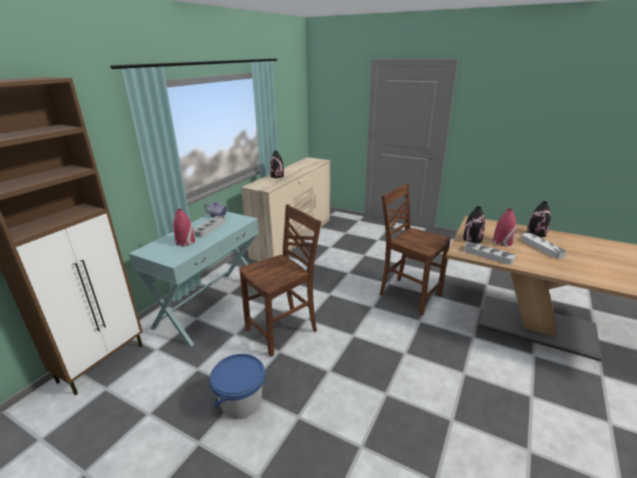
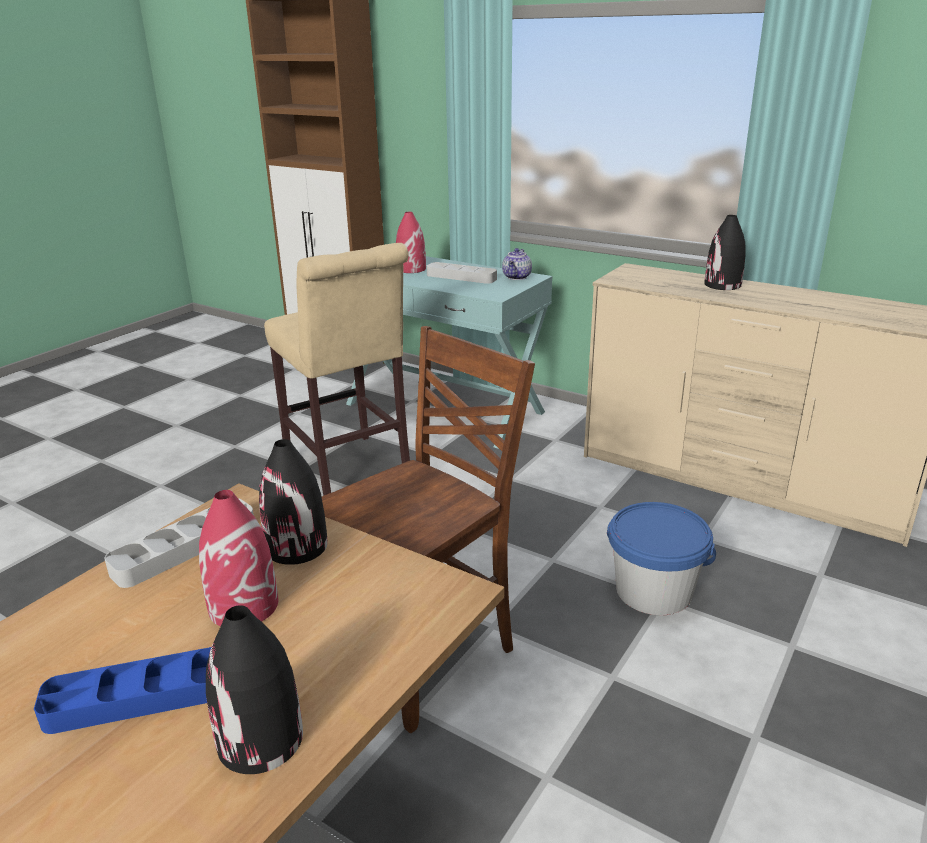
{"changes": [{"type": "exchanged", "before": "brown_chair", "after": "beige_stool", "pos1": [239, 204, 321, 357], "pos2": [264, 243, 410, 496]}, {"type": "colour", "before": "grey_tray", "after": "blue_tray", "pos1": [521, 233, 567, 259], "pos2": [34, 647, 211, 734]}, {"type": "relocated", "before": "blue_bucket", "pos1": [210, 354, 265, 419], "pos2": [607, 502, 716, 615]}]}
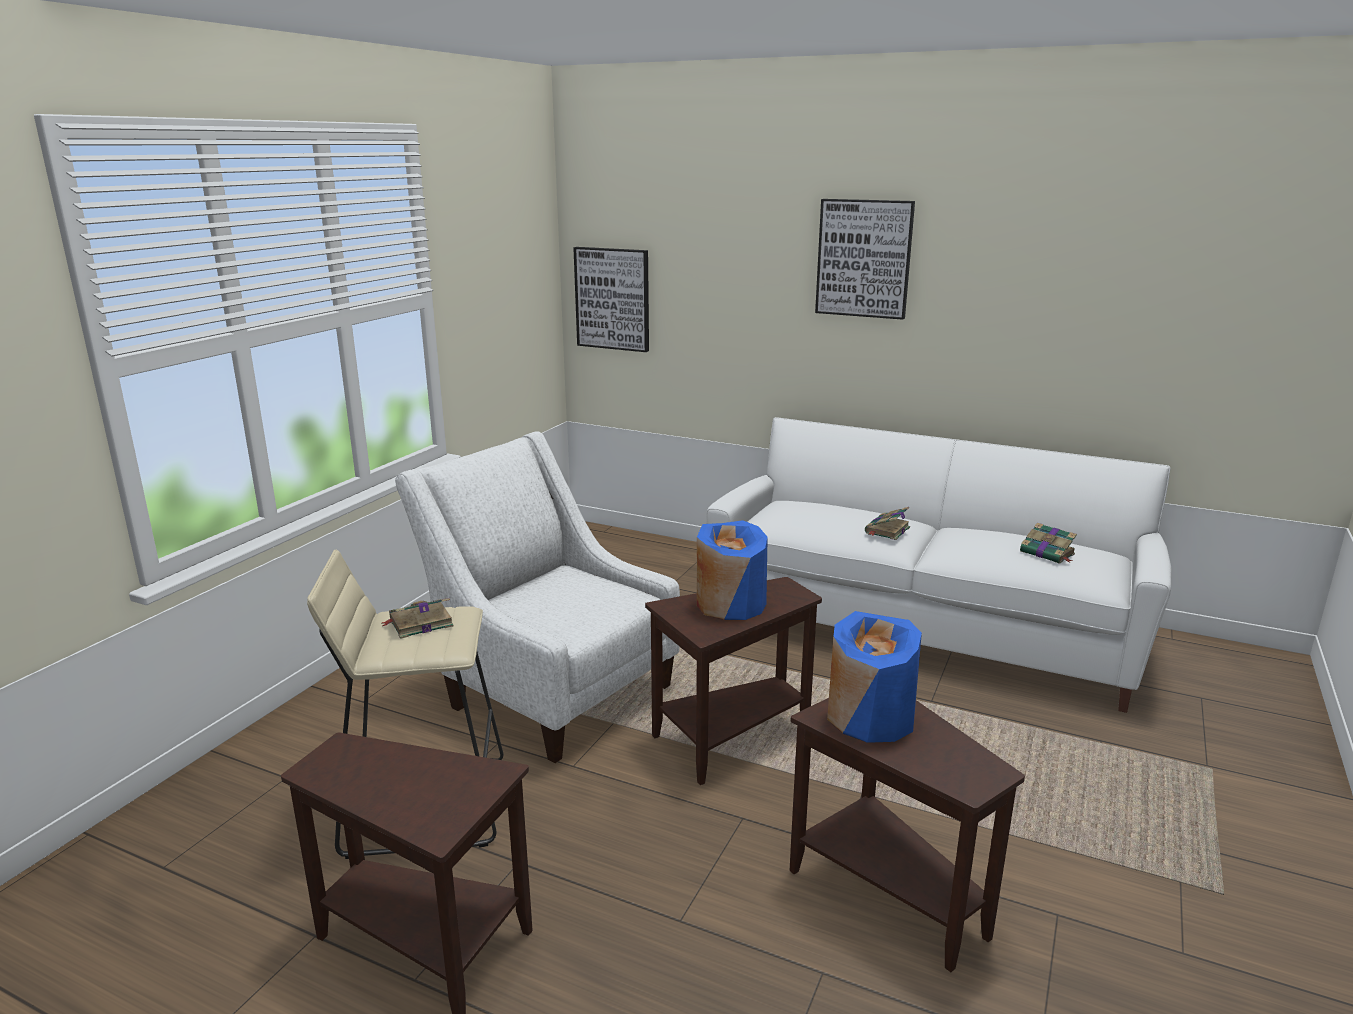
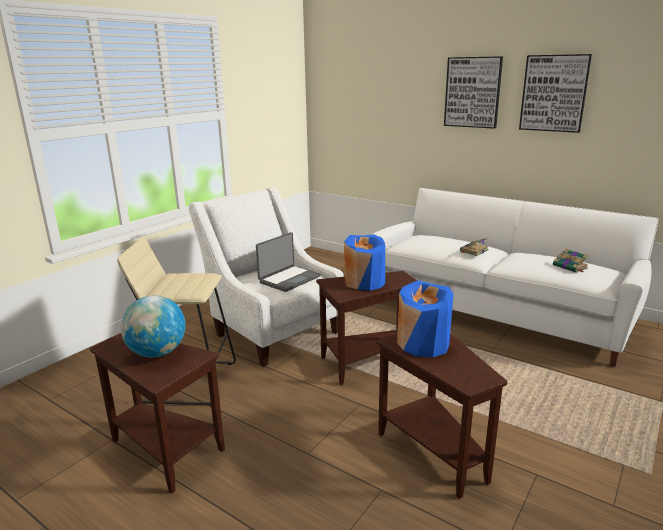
{"changes": [{"type": "relocated", "before": "picture", "pos1": [573, 247, 649, 352], "pos2": [519, 54, 592, 133]}, {"type": "missing", "before": "book", "pos1": [382, 598, 454, 639]}, {"type": "appeared", "after": "laptop", "pos2": [256, 232, 320, 292]}, {"type": "appeared", "after": "globe", "pos2": [121, 296, 186, 358]}]}
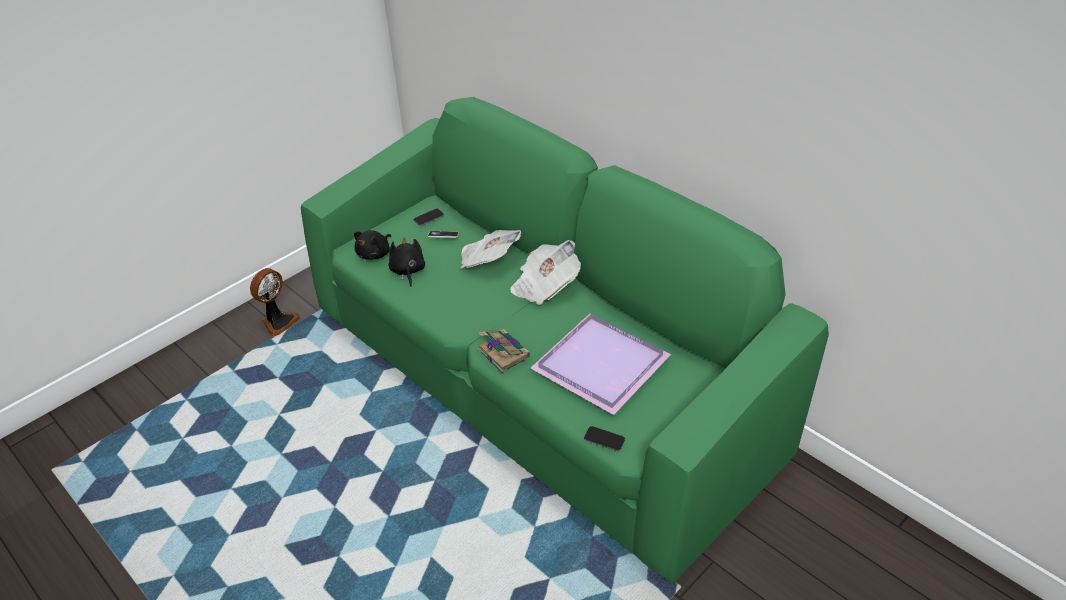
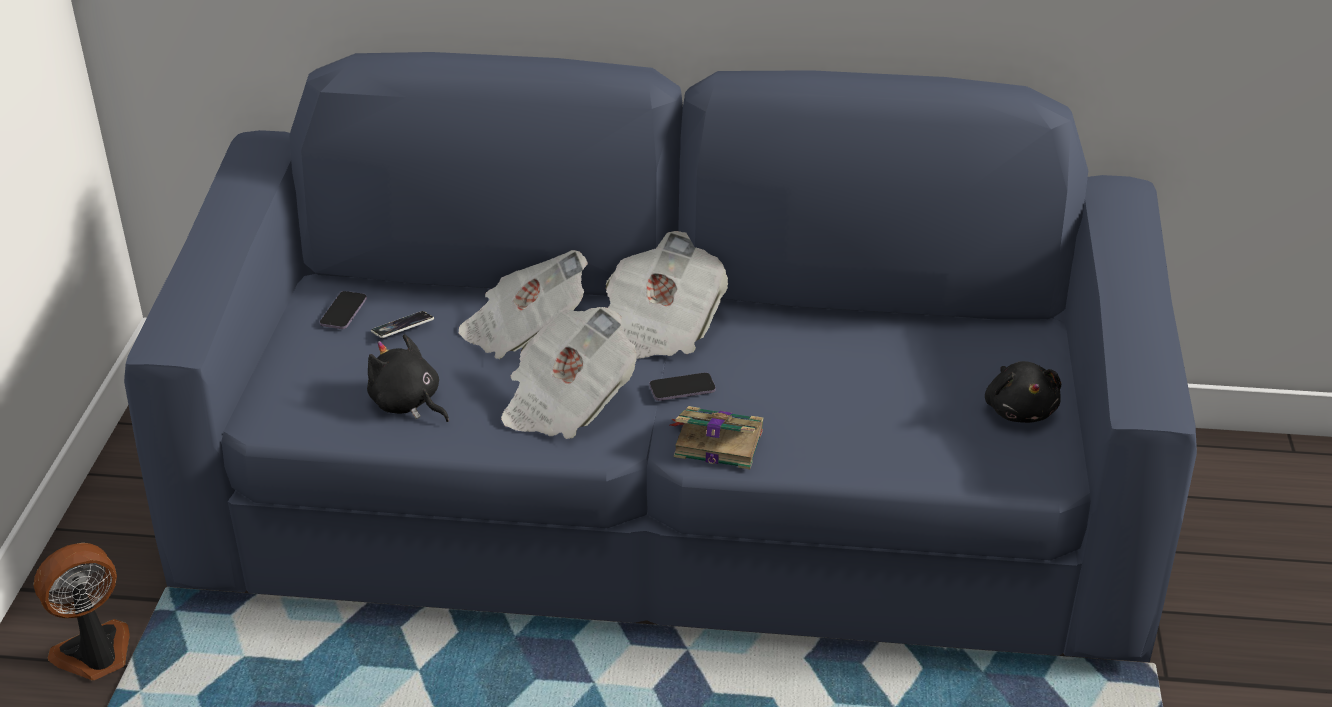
{"changes": [{"type": "colour", "before": "green_sofa", "after": "blue_sofa", "pos1": [301, 97, 829, 583], "pos2": [124, 52, 1197, 662]}, {"type": "relocated", "before": "black_plush_toy", "pos1": [354, 230, 391, 260], "pos2": [985, 361, 1061, 423]}, {"type": "spun", "before": "fan", "pos1": [250, 268, 300, 336], "pos2": [33, 543, 130, 680], "turn": -120}, {"type": "missing", "before": "purple_tray", "pos1": [530, 314, 671, 415]}, {"type": "relocated", "before": "phone", "pos1": [584, 426, 625, 451], "pos2": [649, 372, 716, 401]}, {"type": "appeared", "after": "newspaper", "pos2": [501, 307, 637, 439]}]}
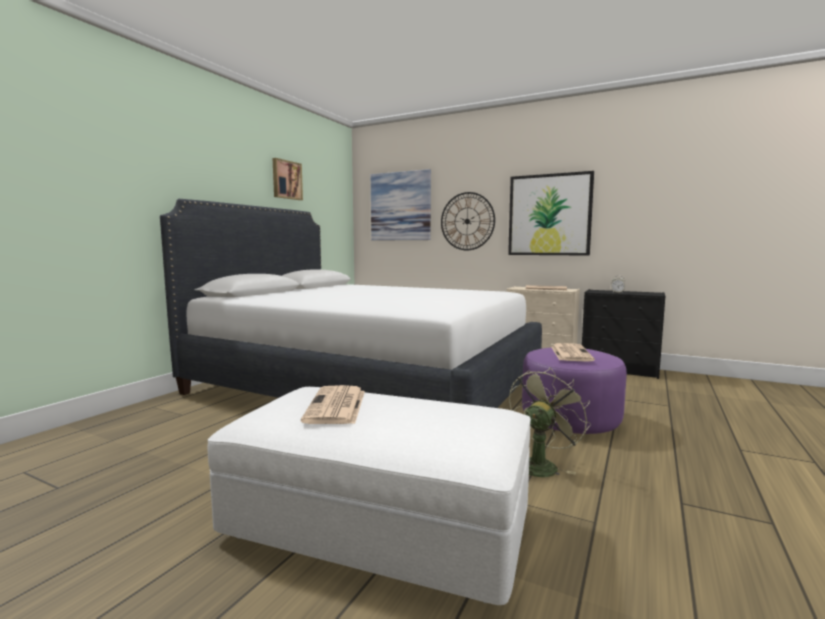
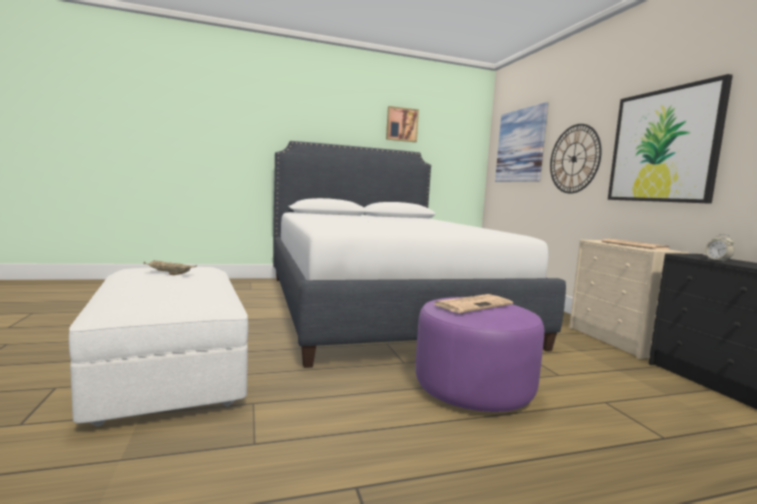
{"changes": [{"type": "missing", "before": "green_fan", "pos1": [509, 368, 591, 477]}, {"type": "exchanged", "before": "newspaper", "after": "beige_tray", "pos1": [301, 385, 365, 424], "pos2": [143, 260, 197, 275]}]}
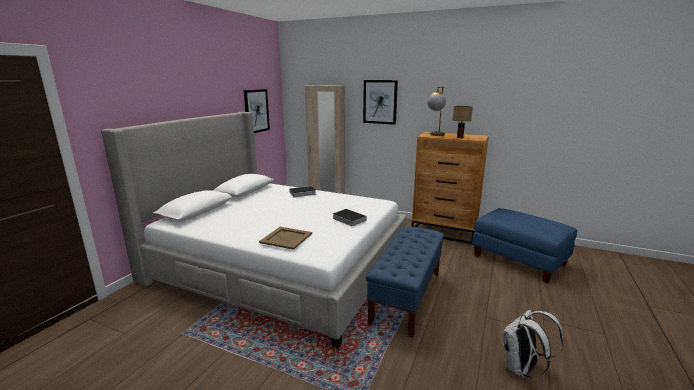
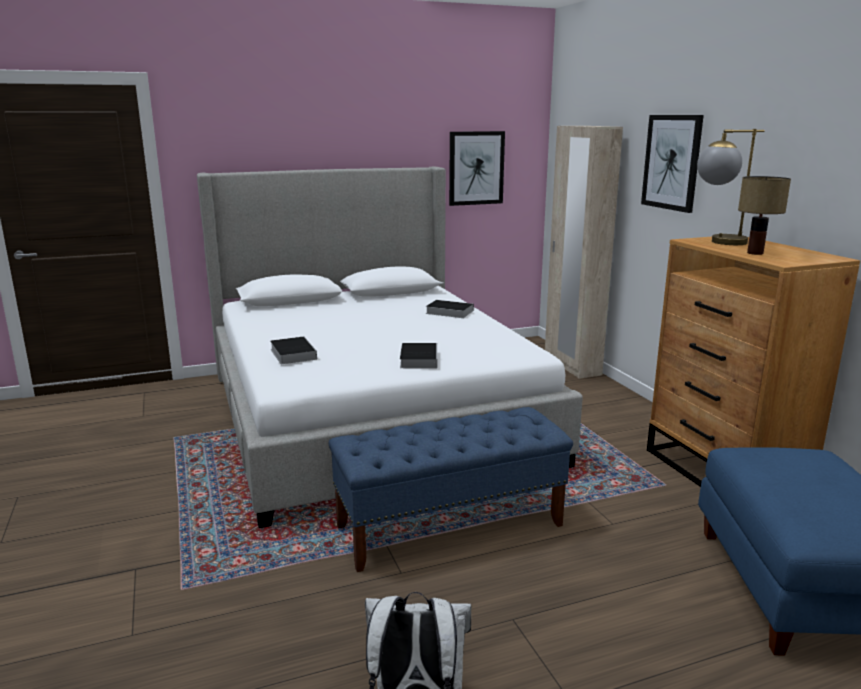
{"changes": [{"type": "exchanged", "before": "beige_tray", "after": "book", "pos1": [259, 227, 312, 250], "pos2": [270, 337, 317, 364]}]}
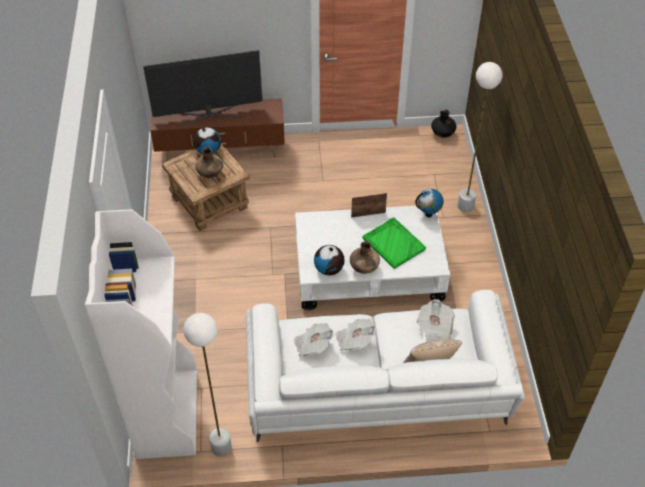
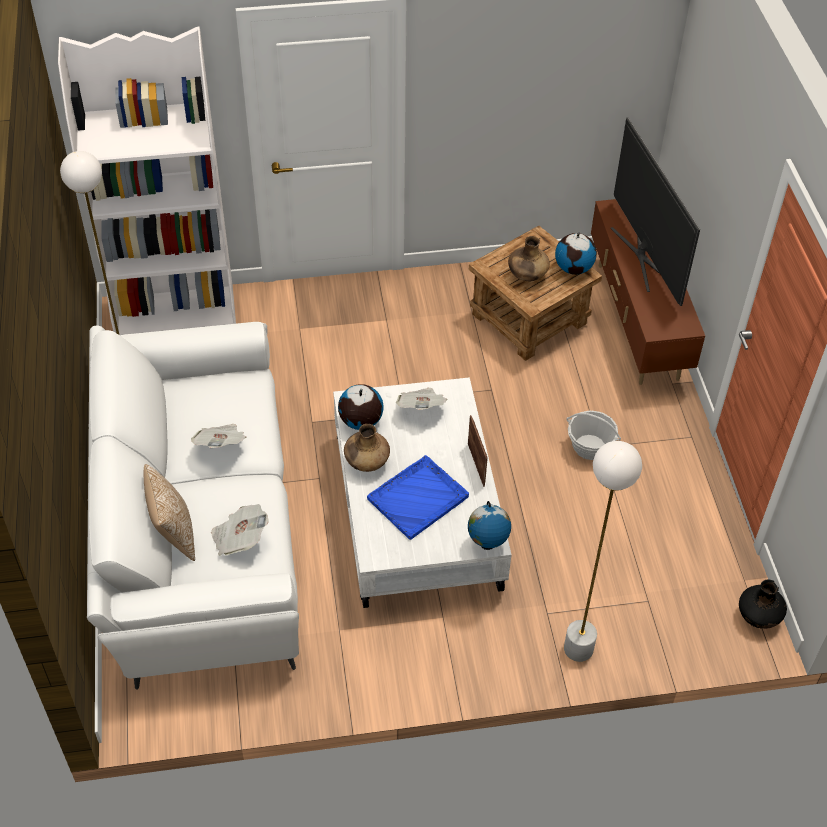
{"changes": [{"type": "colour", "before": "green_tray", "after": "blue_tray", "pos1": [362, 218, 426, 269], "pos2": [367, 455, 469, 540]}, {"type": "relocated", "before": "newspaper", "pos1": [294, 323, 334, 356], "pos2": [396, 388, 448, 410]}, {"type": "appeared", "after": "basket", "pos2": [567, 410, 621, 460]}]}
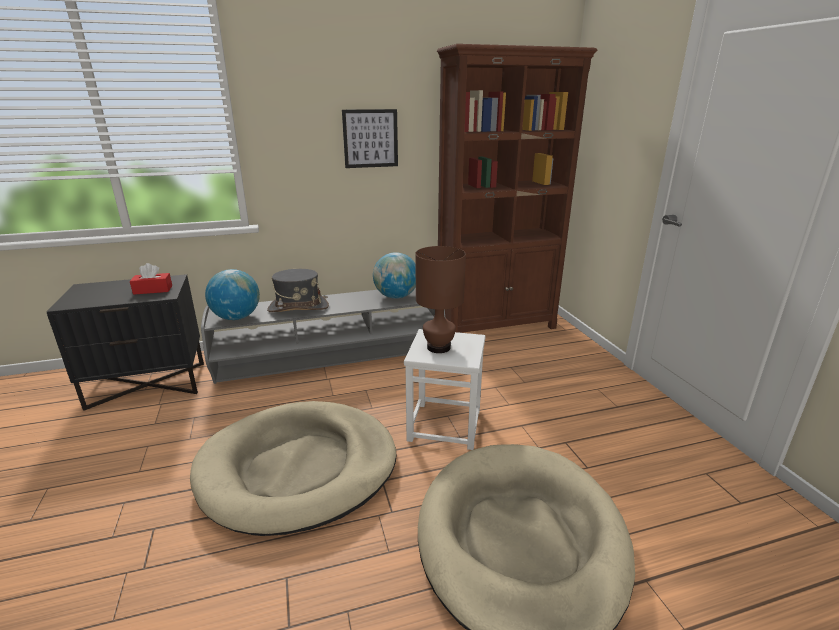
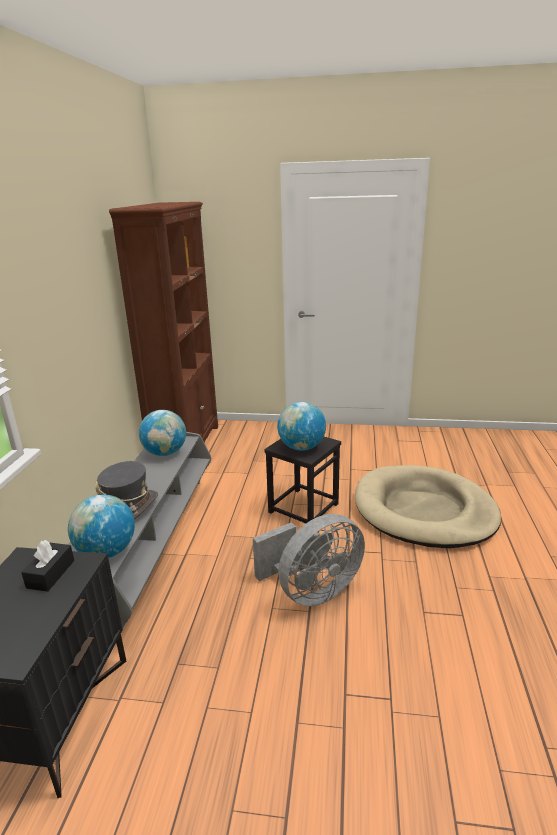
{"changes": [{"type": "missing", "before": "picture", "pos1": [342, 109, 398, 168]}, {"type": "exchanged", "before": "brown_table_lamp", "after": "globe", "pos1": [415, 246, 466, 353], "pos2": [277, 402, 326, 451]}, {"type": "colour", "before": "red_tissue_box", "after": "black_tissue_box", "pos1": [130, 263, 172, 295], "pos2": [21, 540, 74, 592]}, {"type": "colour", "before": "white_stool", "after": "black_stool", "pos1": [404, 329, 486, 450], "pos2": [264, 437, 341, 523]}, {"type": "exchanged", "before": "beige_dog_bed", "after": "grey_fan", "pos1": [190, 401, 397, 536], "pos2": [253, 514, 365, 606]}]}
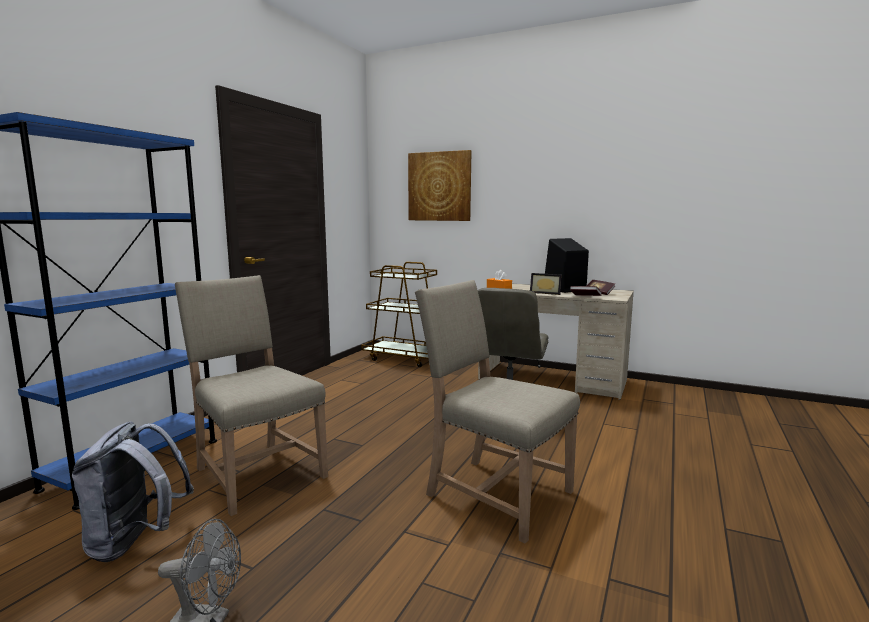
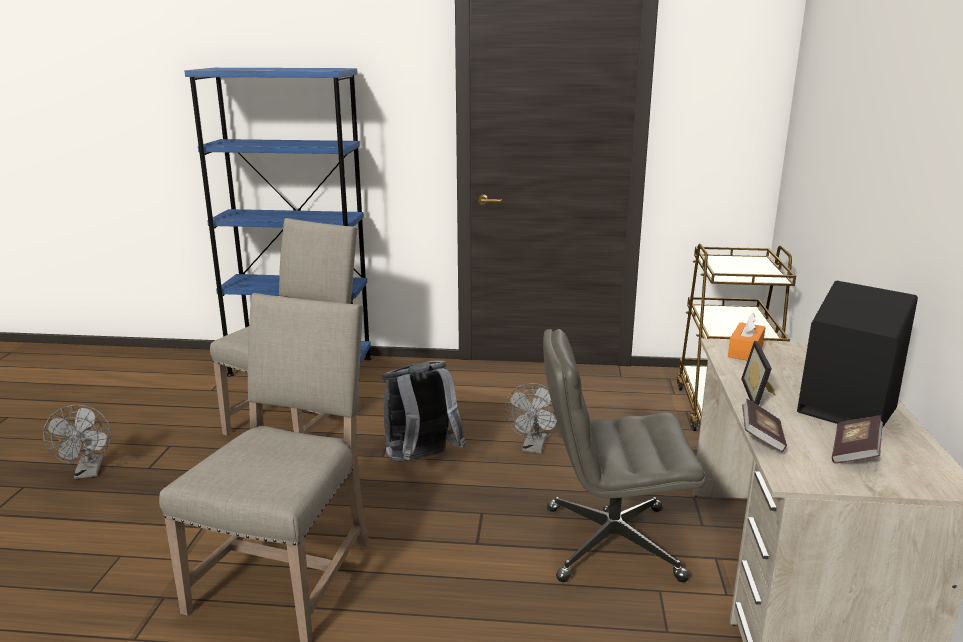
{"changes": [{"type": "missing", "before": "picture", "pos1": [408, 150, 471, 221]}, {"type": "relocated", "before": "grey_backpack", "pos1": [72, 422, 194, 562], "pos2": [382, 361, 466, 462]}, {"type": "appeared", "after": "grey_fan", "pos2": [505, 383, 558, 454]}]}
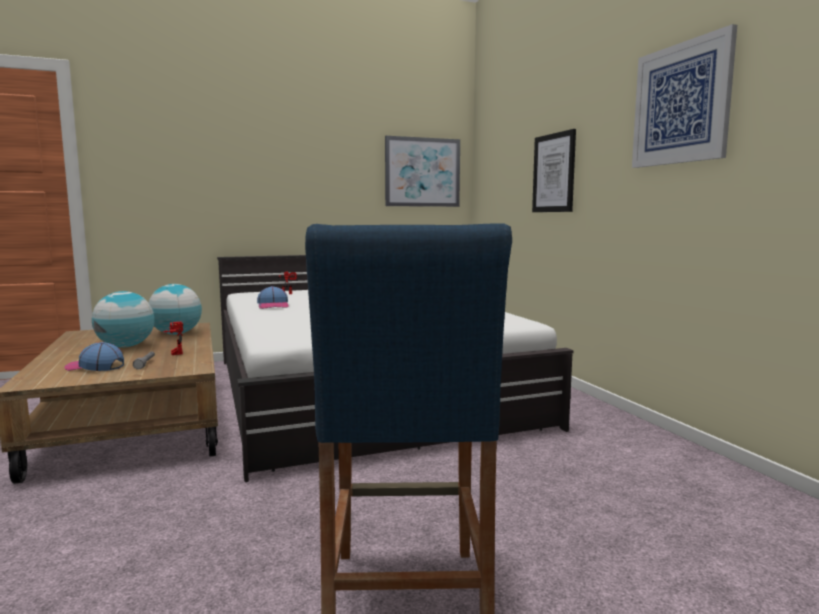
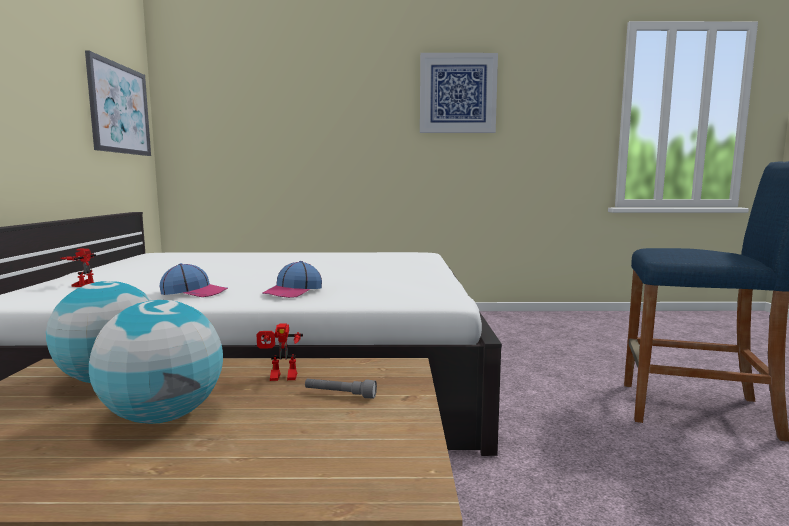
{"changes": [{"type": "missing", "before": "picture", "pos1": [532, 129, 576, 212]}, {"type": "relocated", "before": "cap", "pos1": [65, 342, 124, 371], "pos2": [262, 261, 322, 298]}]}
